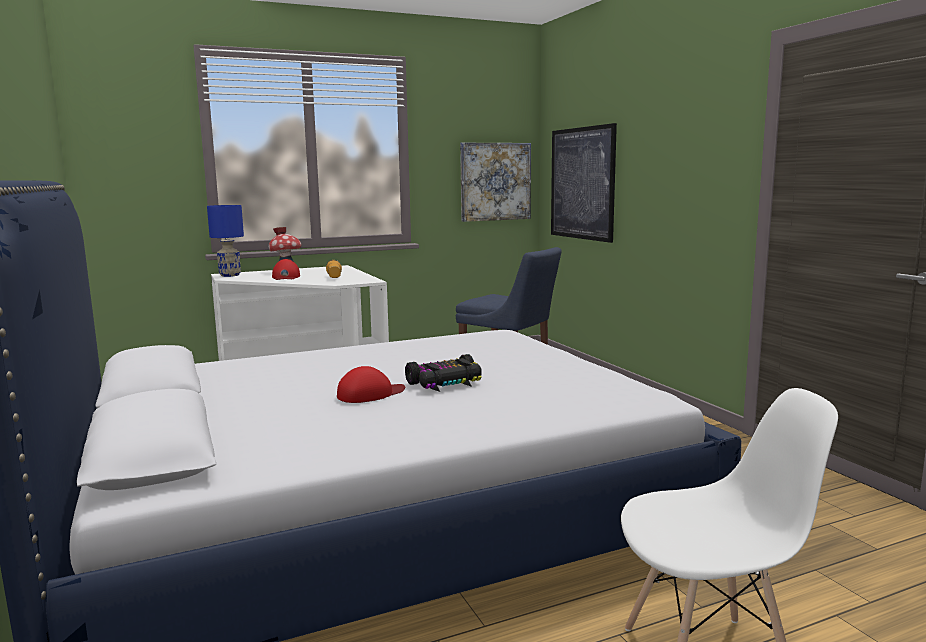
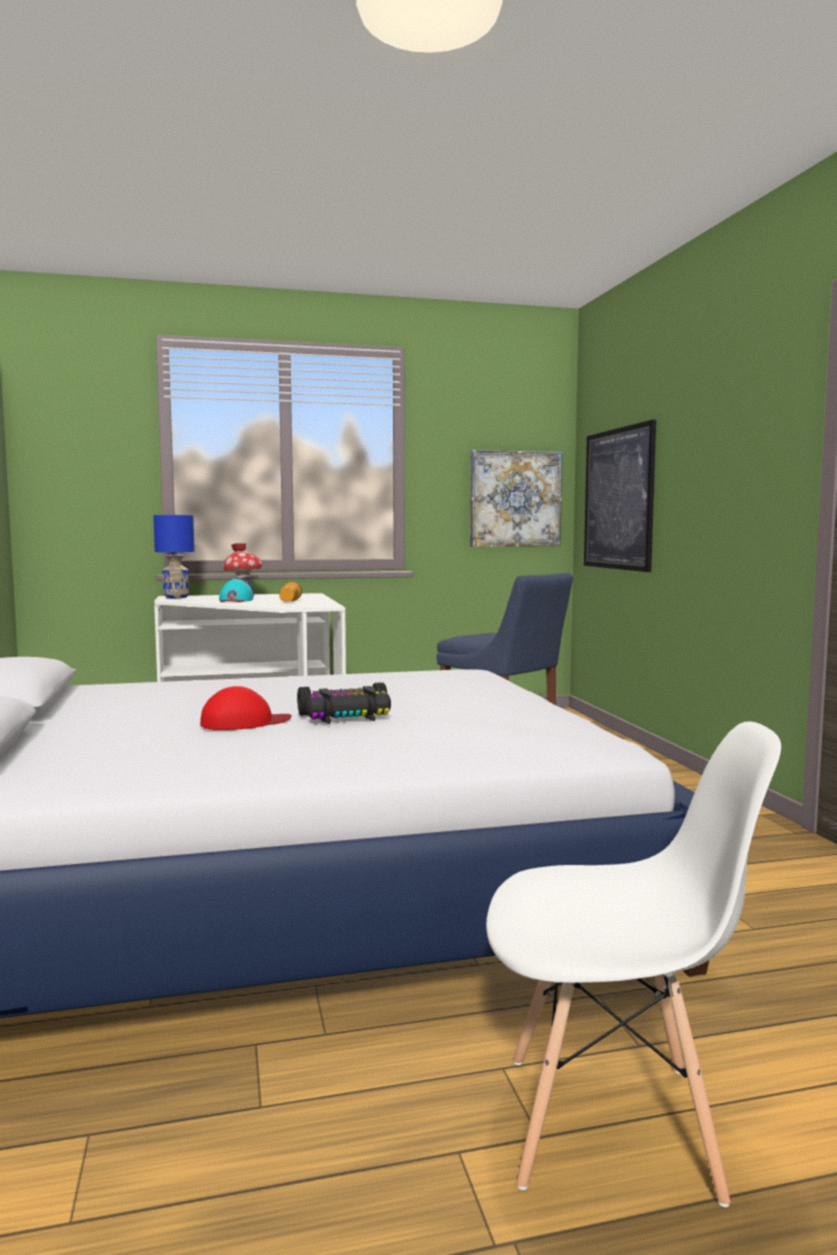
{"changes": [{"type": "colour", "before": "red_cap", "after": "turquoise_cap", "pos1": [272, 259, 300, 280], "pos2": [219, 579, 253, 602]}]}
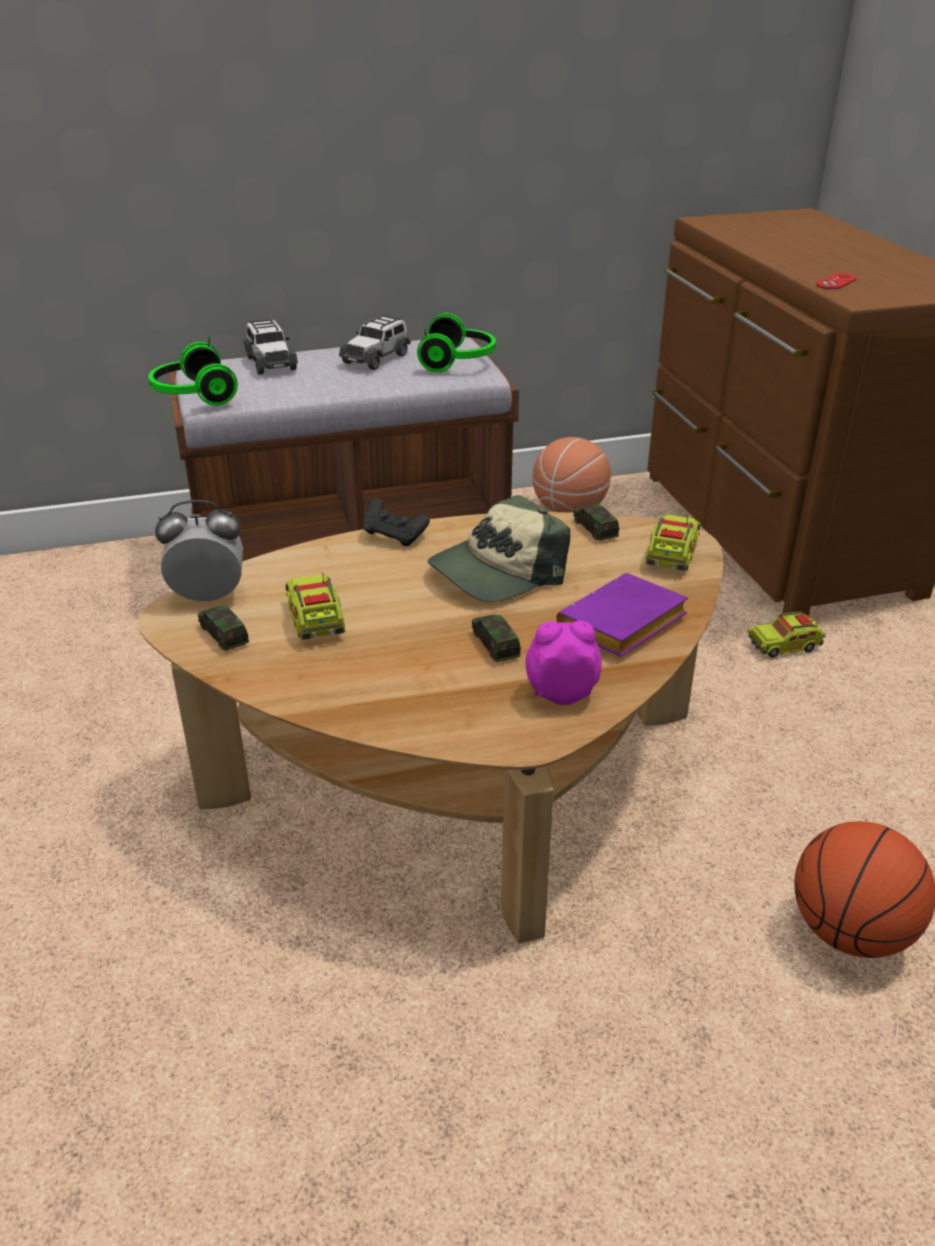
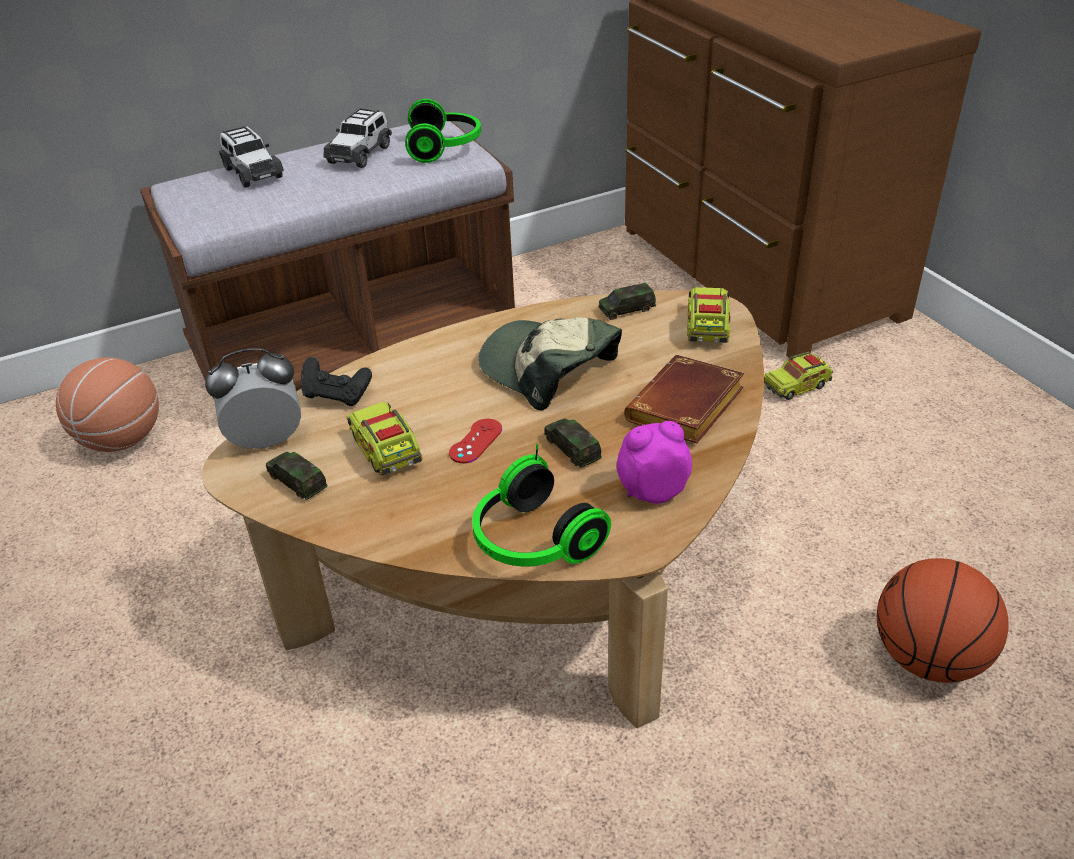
{"changes": [{"type": "relocated", "before": "red_game_controller", "pos1": [816, 273, 857, 289], "pos2": [449, 419, 502, 463]}, {"type": "relocated", "before": "headphones", "pos1": [148, 334, 238, 406], "pos2": [472, 444, 611, 567]}, {"type": "relocated", "before": "basketball", "pos1": [533, 437, 611, 513], "pos2": [56, 357, 159, 452]}, {"type": "spun", "before": "cap", "pos1": [428, 495, 570, 602], "pos2": [478, 317, 622, 411], "turn": 90}, {"type": "relocated", "before": "black_game_controller", "pos1": [364, 498, 430, 546], "pos2": [301, 357, 372, 406]}, {"type": "spun", "before": "toy_car", "pos1": [573, 504, 619, 541], "pos2": [598, 283, 656, 320], "turn": -75}, {"type": "colour", "before": "purple_book", "after": "brown_book", "pos1": [556, 573, 688, 657], "pos2": [624, 355, 744, 443]}]}
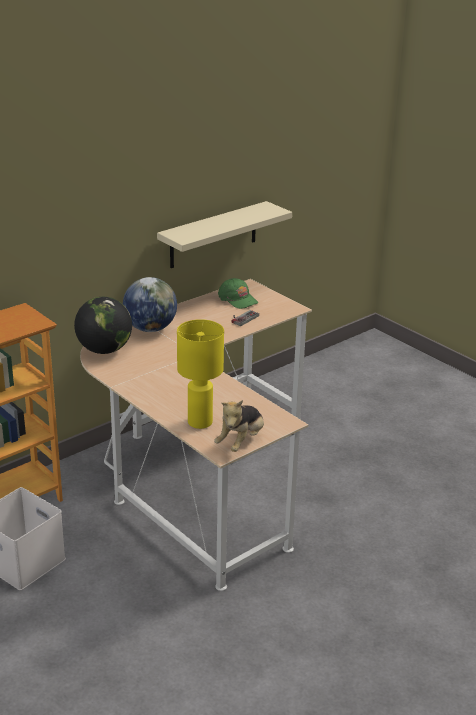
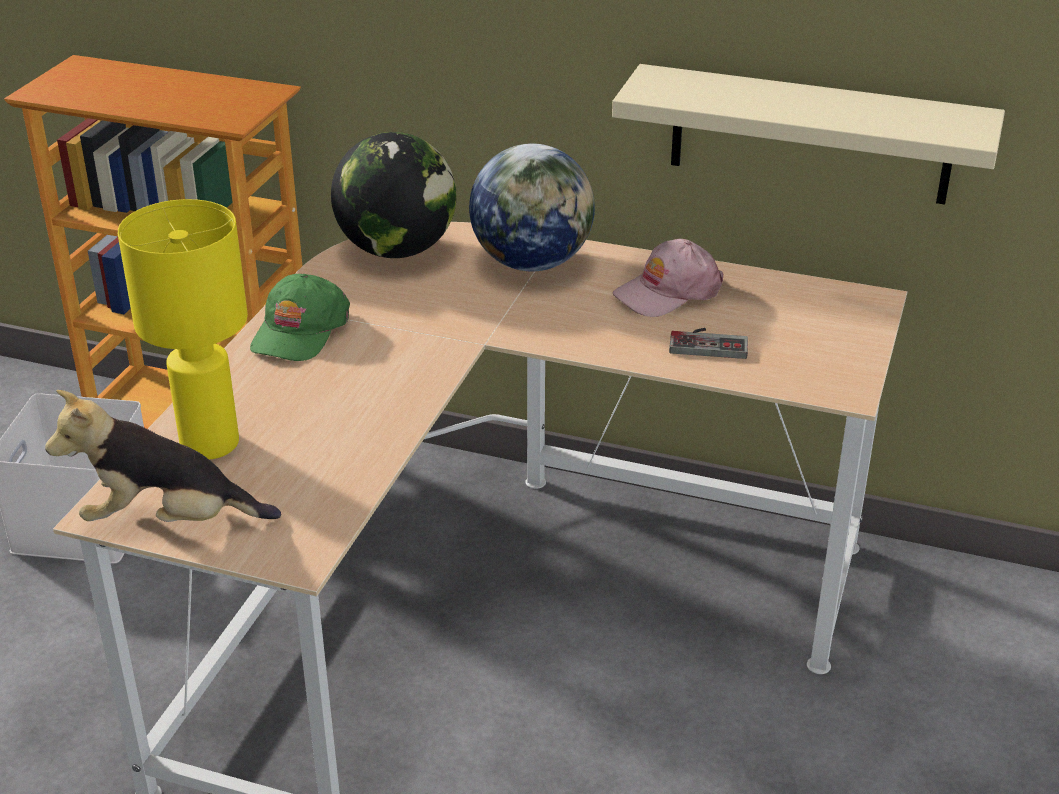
{"changes": [{"type": "relocated", "before": "green_cap", "pos1": [218, 278, 258, 309], "pos2": [250, 274, 350, 361]}, {"type": "appeared", "after": "pink_cap", "pos2": [613, 239, 723, 317]}]}
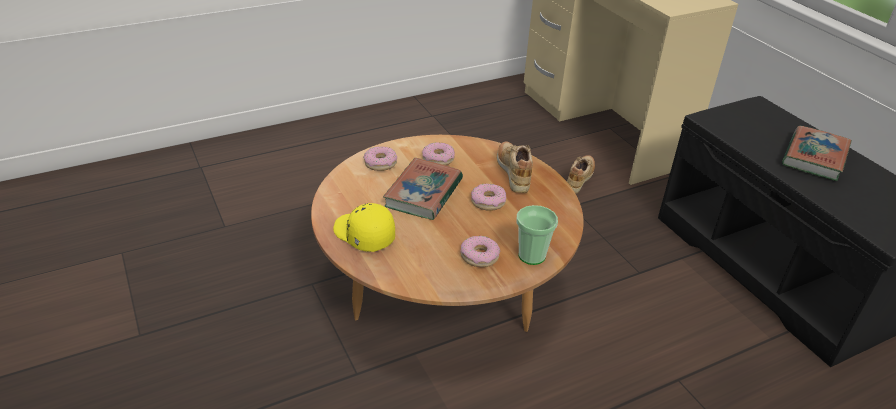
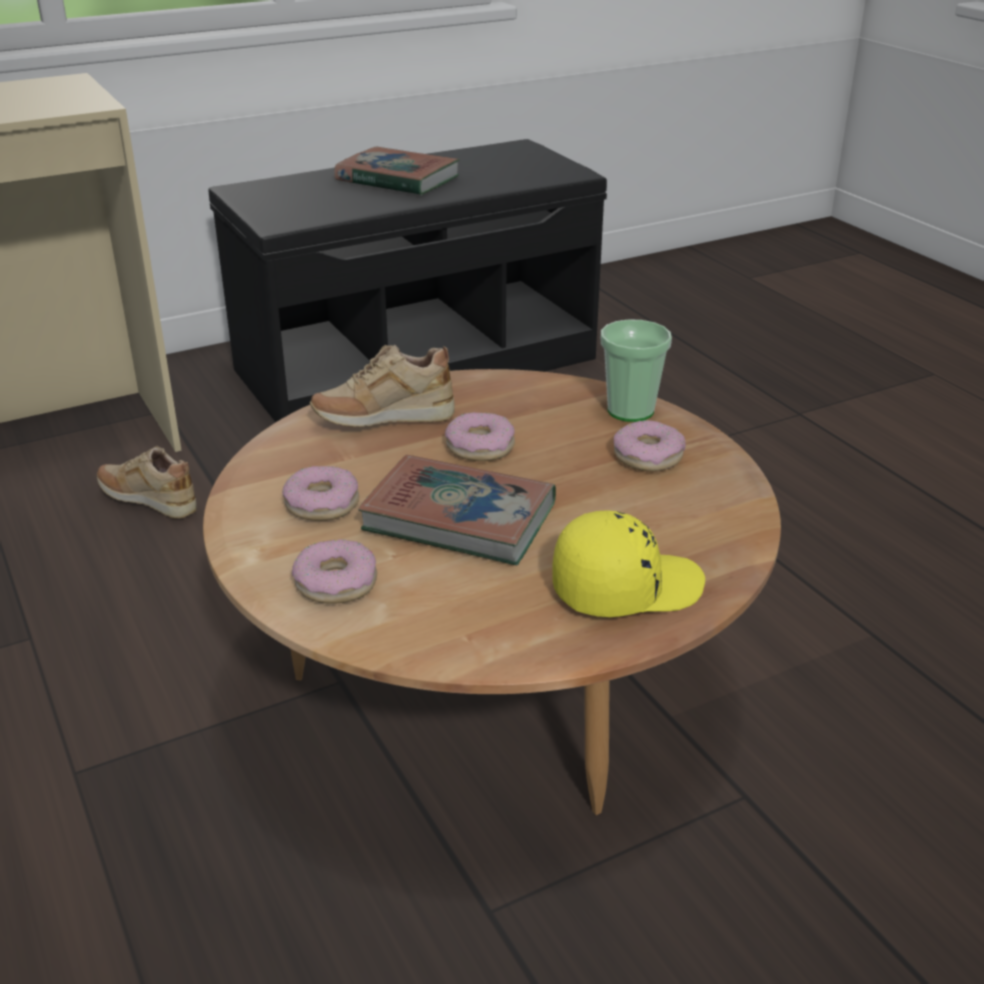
{"changes": [{"type": "spun", "before": "yellow_cap", "pos1": [333, 203, 395, 252], "pos2": [552, 510, 705, 617], "turn": -150}]}
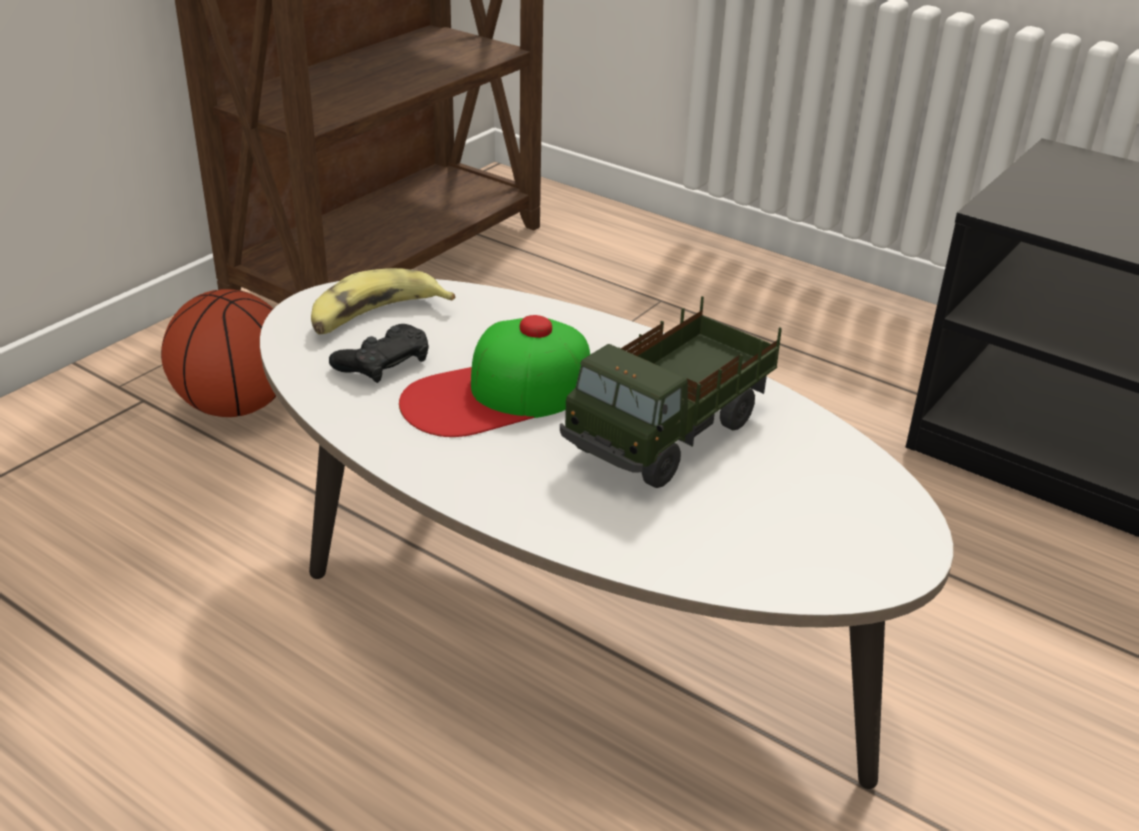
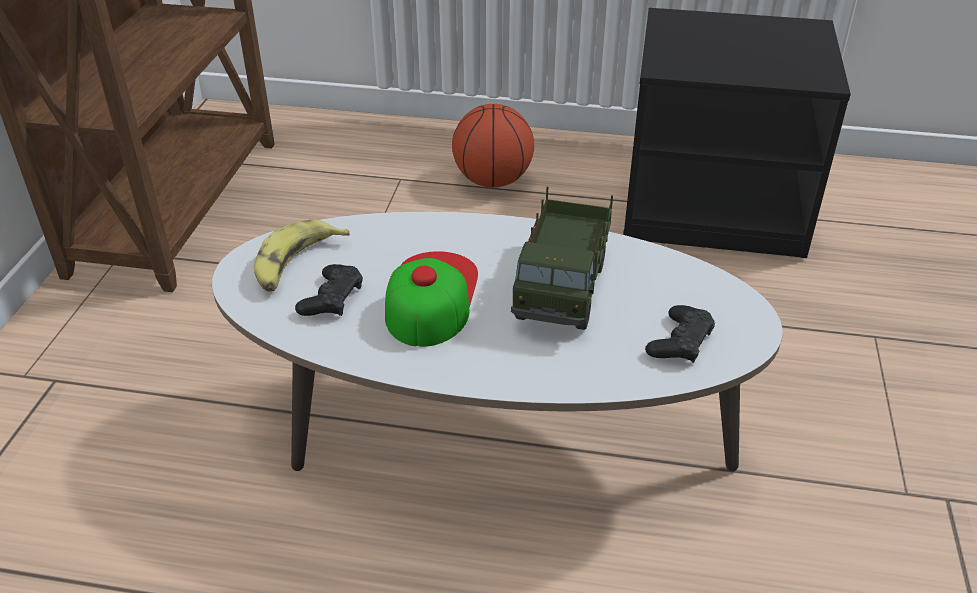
{"changes": [{"type": "relocated", "before": "basketball", "pos1": [161, 289, 276, 417], "pos2": [452, 104, 534, 188]}, {"type": "spun", "before": "cap", "pos1": [399, 315, 590, 437], "pos2": [385, 251, 478, 347], "turn": 150}, {"type": "appeared", "after": "black_game_controller", "pos2": [645, 305, 715, 363]}]}
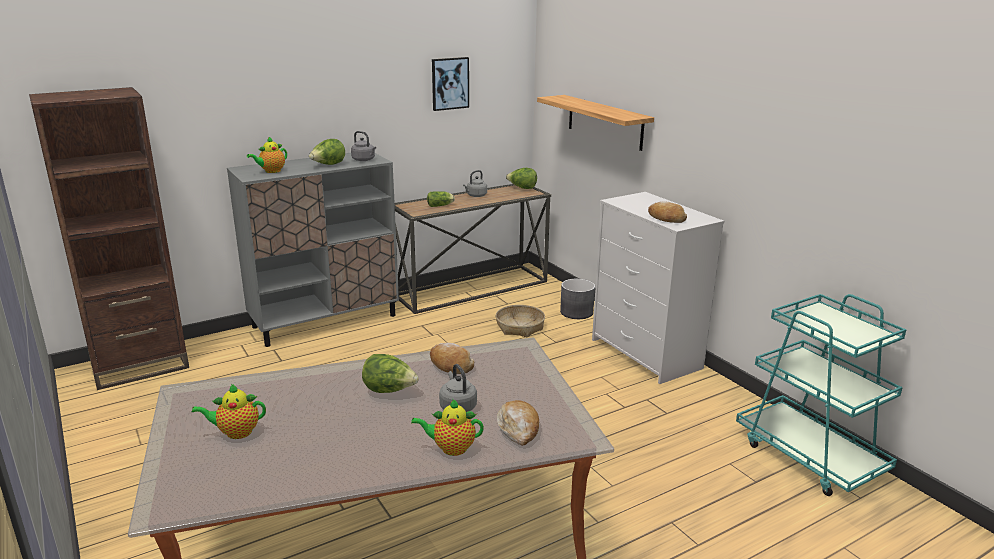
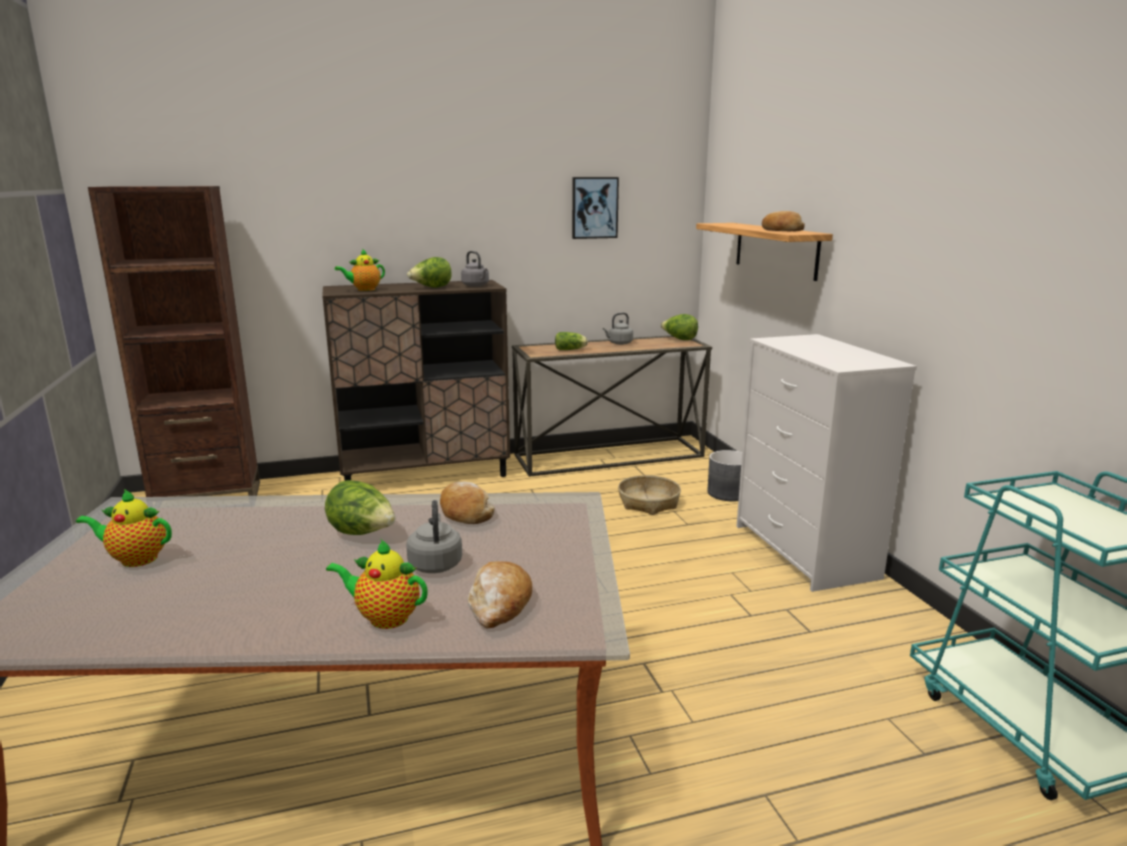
{"changes": [{"type": "colour", "before": "grey_cabinet", "after": "brown_cabinet", "pos1": [227, 153, 399, 347], "pos2": [322, 280, 510, 481]}, {"type": "relocated", "before": "bread", "pos1": [648, 201, 687, 223], "pos2": [762, 211, 805, 231]}]}
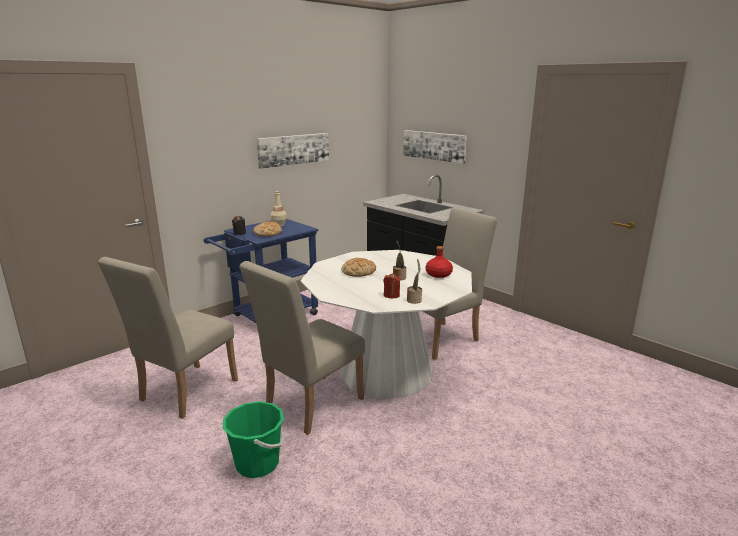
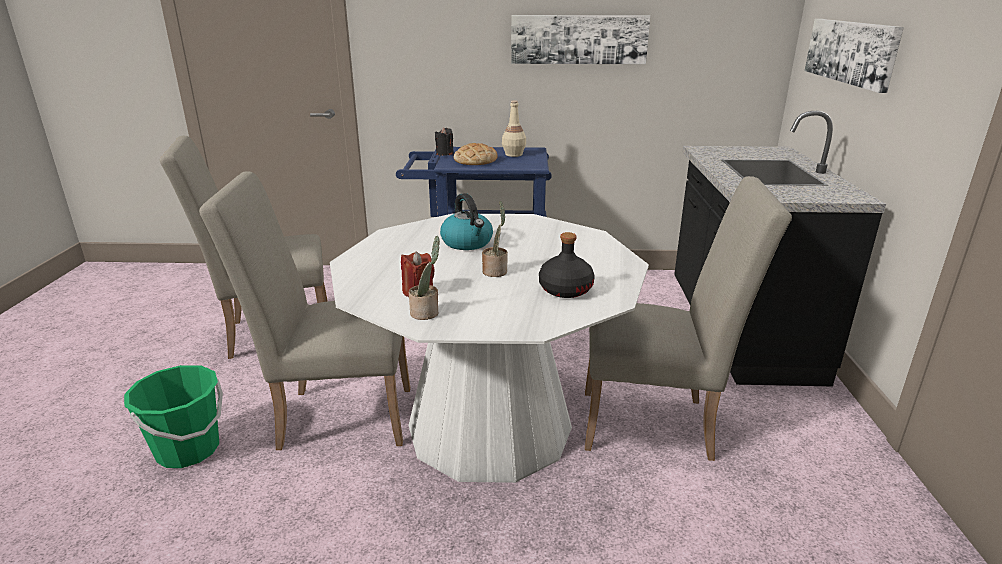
{"changes": [{"type": "colour", "before": "red_bottle", "after": "black_bottle", "pos1": [426, 246, 453, 278], "pos2": [539, 232, 595, 298]}, {"type": "exchanged", "before": "bread", "after": "kettle", "pos1": [341, 258, 376, 277], "pos2": [440, 193, 493, 250]}]}
